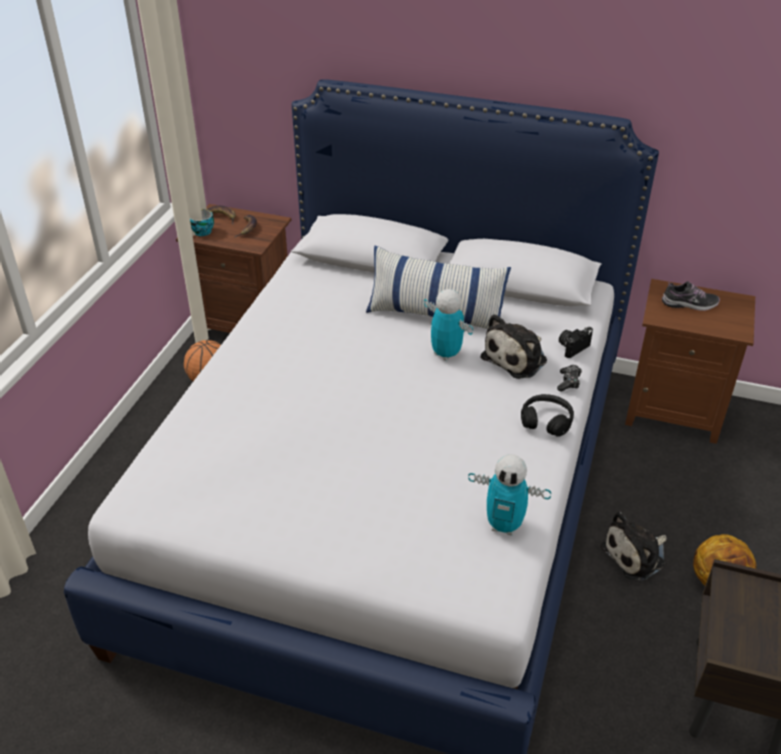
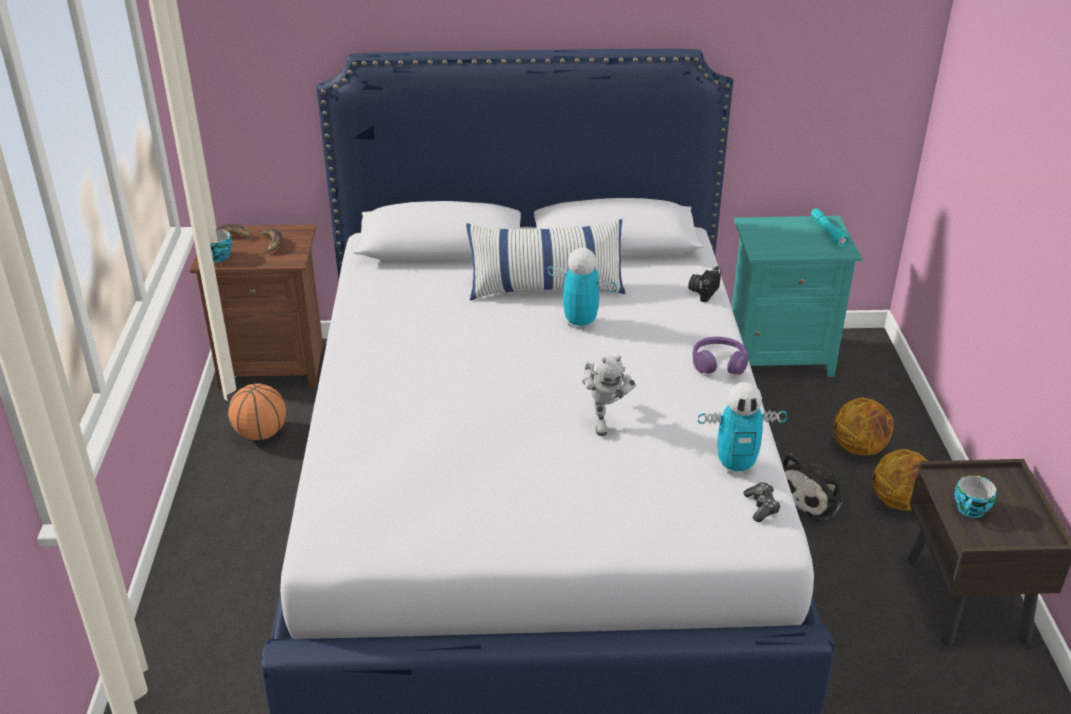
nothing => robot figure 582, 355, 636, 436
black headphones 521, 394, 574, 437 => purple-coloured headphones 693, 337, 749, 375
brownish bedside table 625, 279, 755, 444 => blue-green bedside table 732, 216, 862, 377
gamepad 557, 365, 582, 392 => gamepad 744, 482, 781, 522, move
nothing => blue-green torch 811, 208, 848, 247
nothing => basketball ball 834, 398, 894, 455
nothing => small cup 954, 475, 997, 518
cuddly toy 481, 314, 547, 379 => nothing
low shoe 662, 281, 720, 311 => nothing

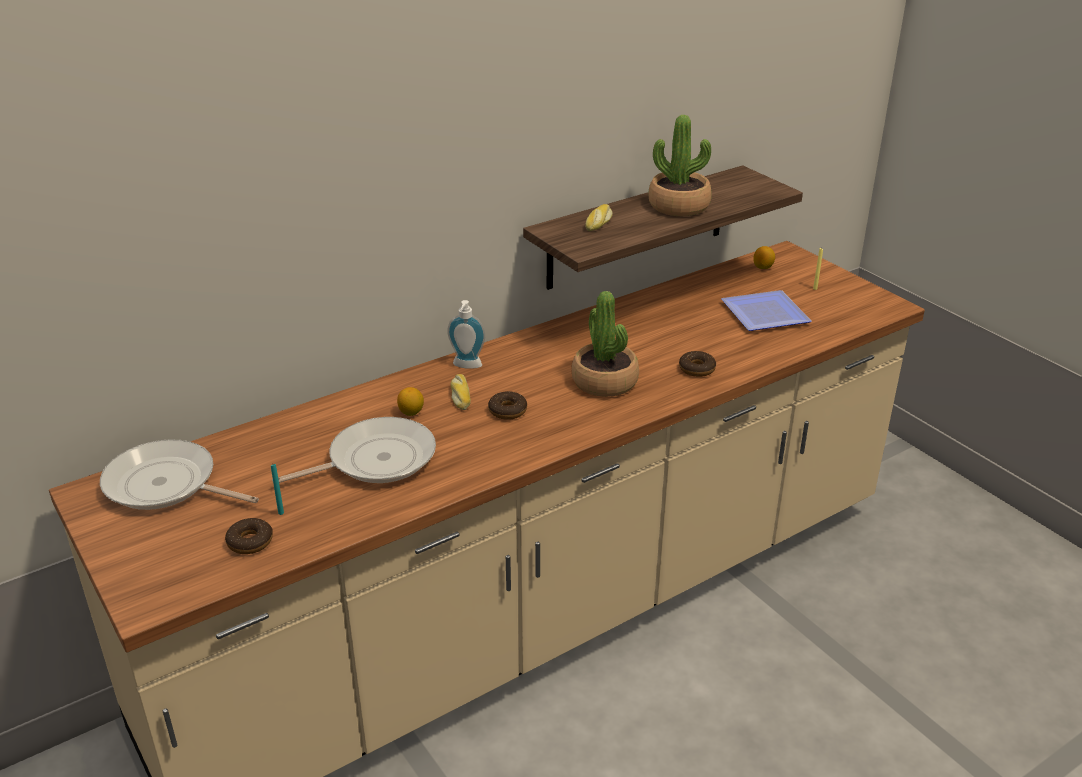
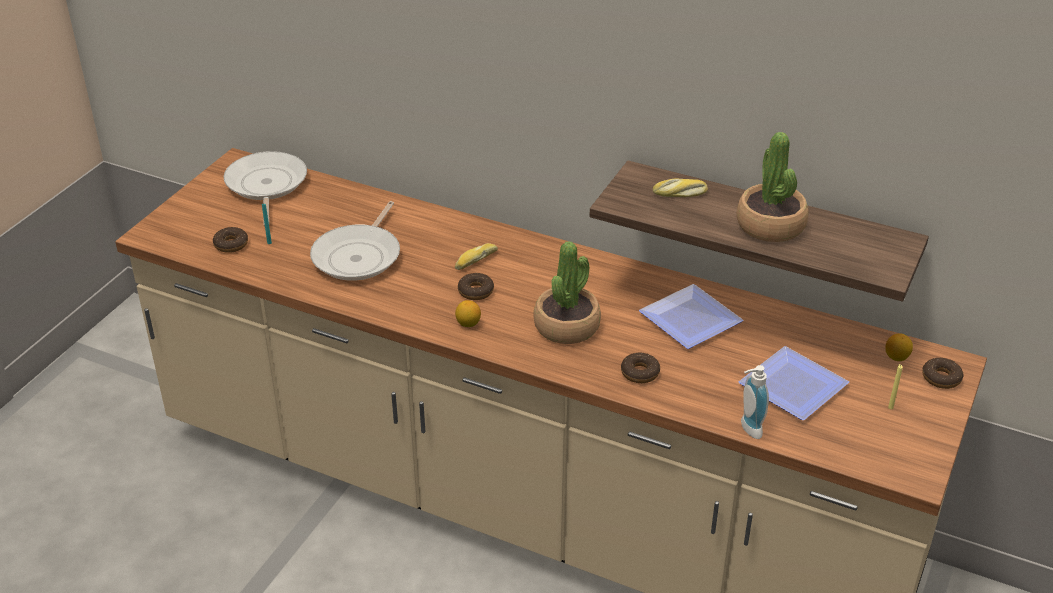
pan 272, 417, 436, 483 => pan 310, 201, 400, 281, 75 degrees clockwise
lemon 397, 387, 424, 416 => lemon 455, 300, 481, 327, move
nothing => dinner plate 639, 284, 743, 349
soap bottle 447, 300, 485, 369 => soap bottle 741, 365, 769, 439, move
nothing => doughnut 922, 358, 964, 389

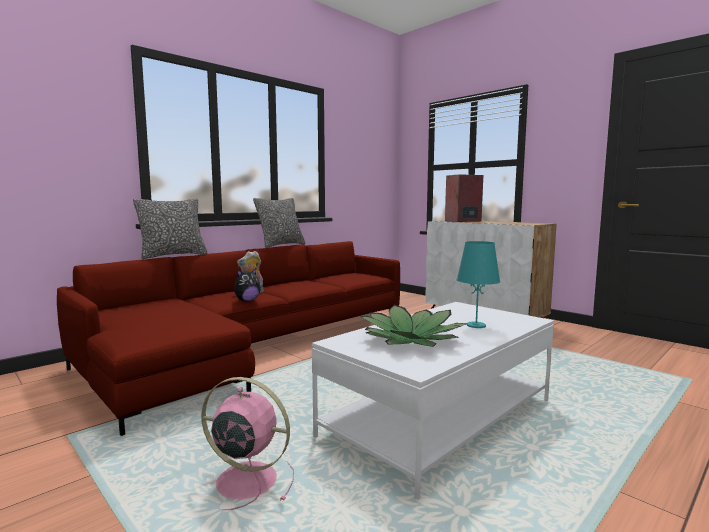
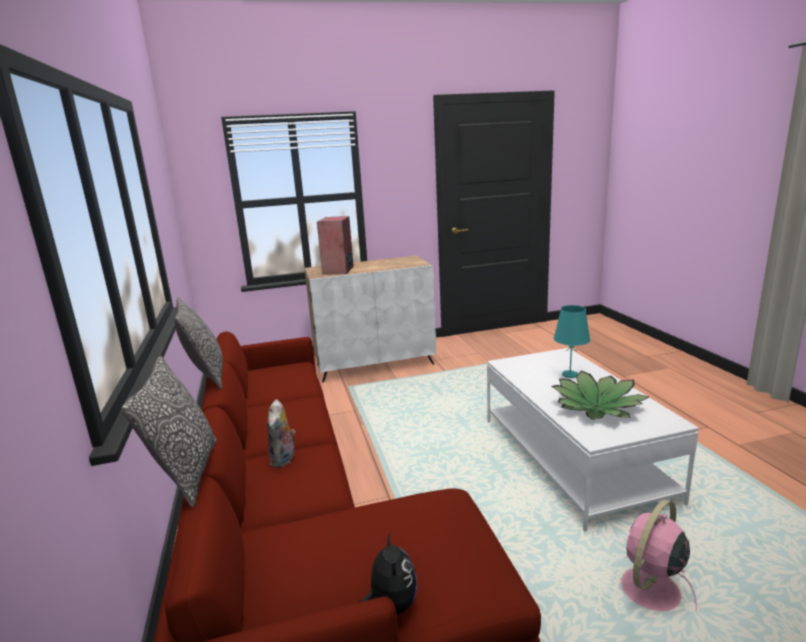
cuddly toy 234, 268, 261, 302 => cuddly toy 358, 533, 417, 614, move

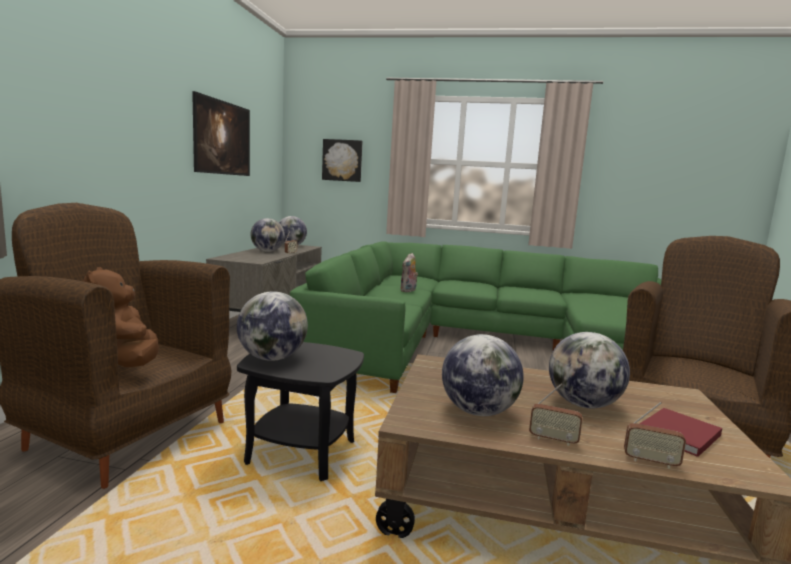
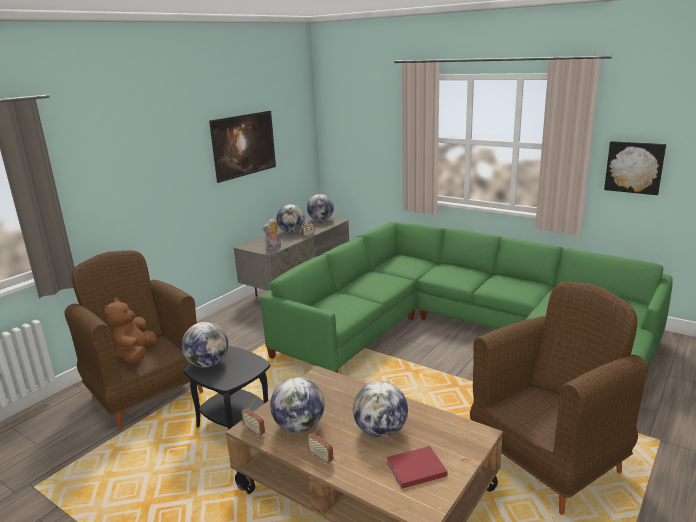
radio receiver 624, 402, 686, 469 => radio receiver 241, 400, 265, 436, move
cuddly toy 400, 253, 418, 292 => cuddly toy 262, 218, 281, 250, move
picture 322, 139, 362, 182 => picture 604, 141, 666, 195, move

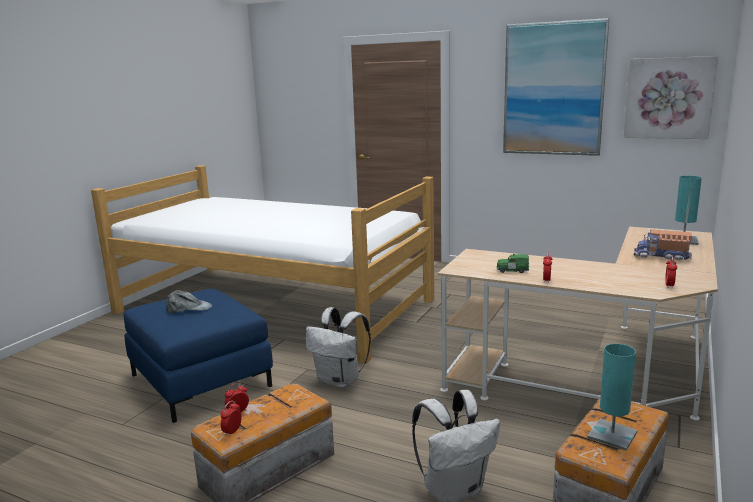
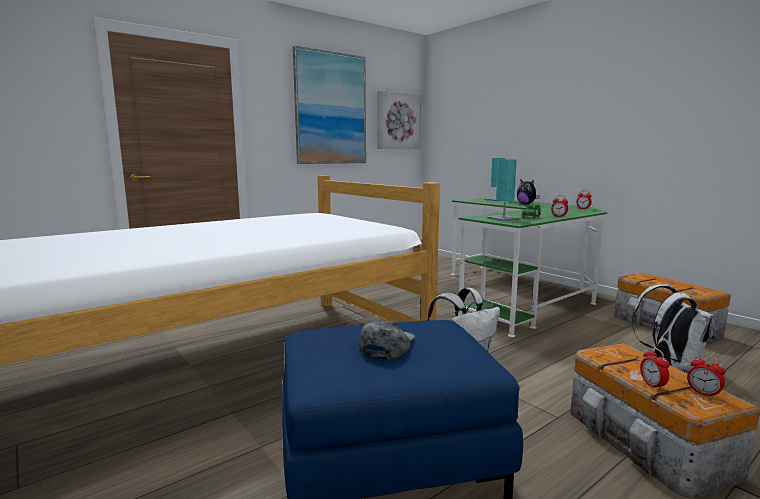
beige desk table 438, 227, 718, 421 => green-coloured desk table 451, 197, 607, 337
blue-green lamp for a table 588, 344, 638, 451 => blue-green lamp for a table 487, 159, 521, 221, move
model truck 634, 230, 692, 260 => cuddly toy 517, 180, 540, 204

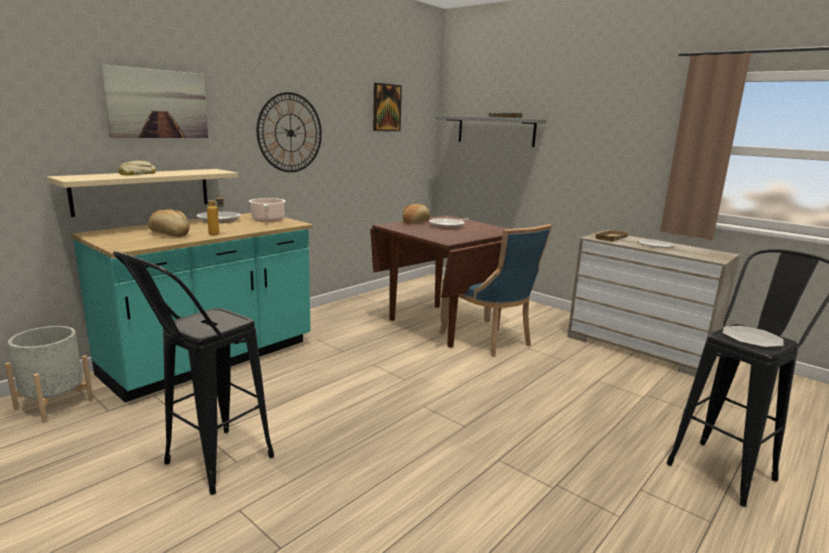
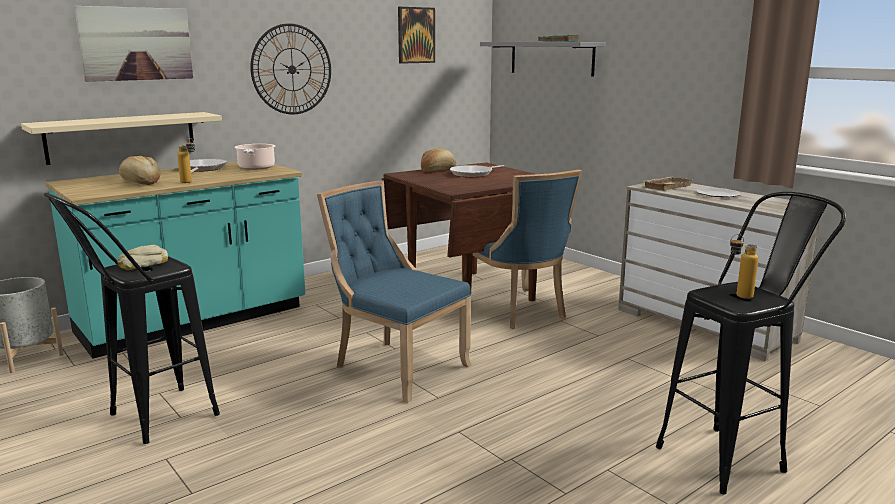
bakery bread 118, 161, 156, 175 => bakery bread 117, 245, 168, 270, move
nothing => blue chair 317, 181, 471, 403
dinner plate 723, 326, 784, 348 => drink bottle 730, 234, 759, 299

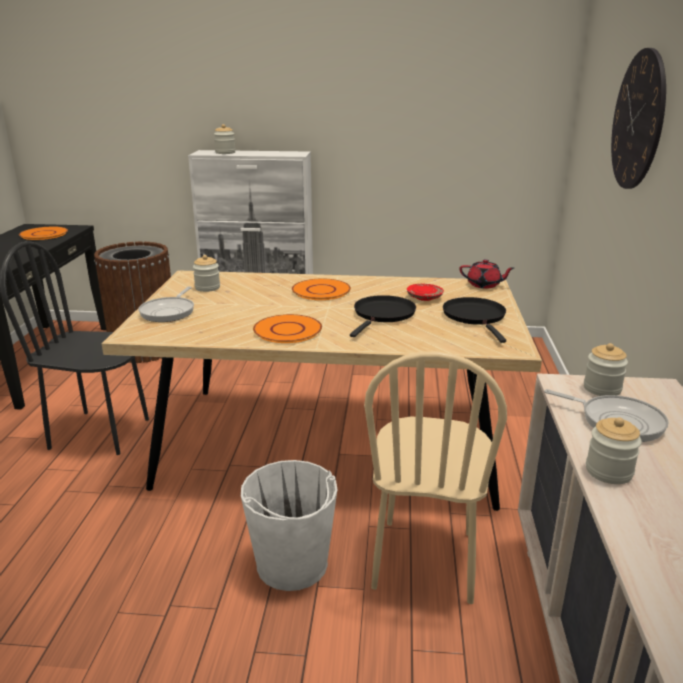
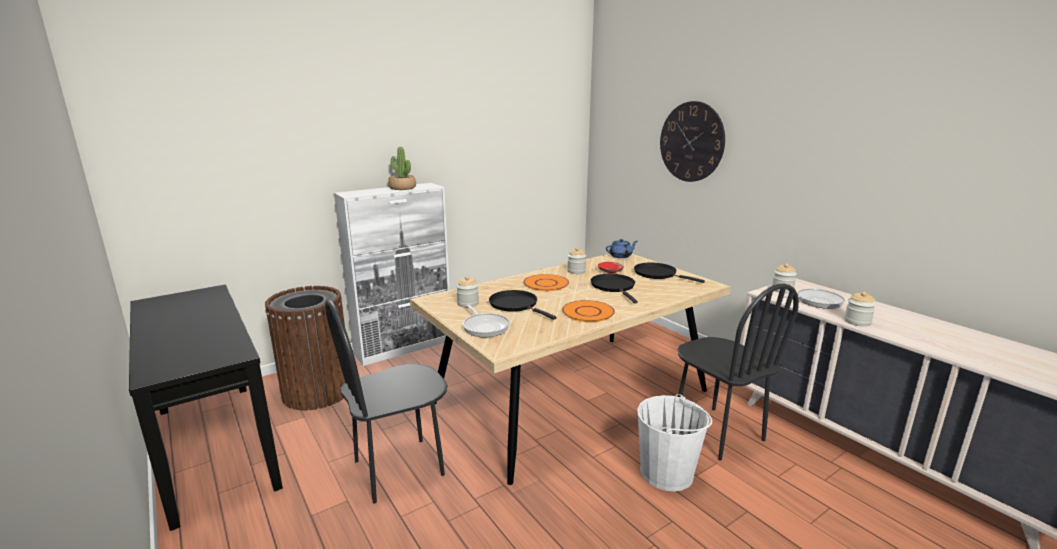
nothing => potted plant 388, 147, 416, 190
nothing => black pan 489, 290, 557, 320
jar 214, 124, 236, 154 => jar 567, 247, 586, 274, move
reddish teapot 460, 259, 515, 289 => blue teapot 606, 239, 638, 258
beige chair 364, 351, 507, 604 => black chair 677, 283, 799, 461
orange dinner plate 19, 227, 68, 240 => nothing

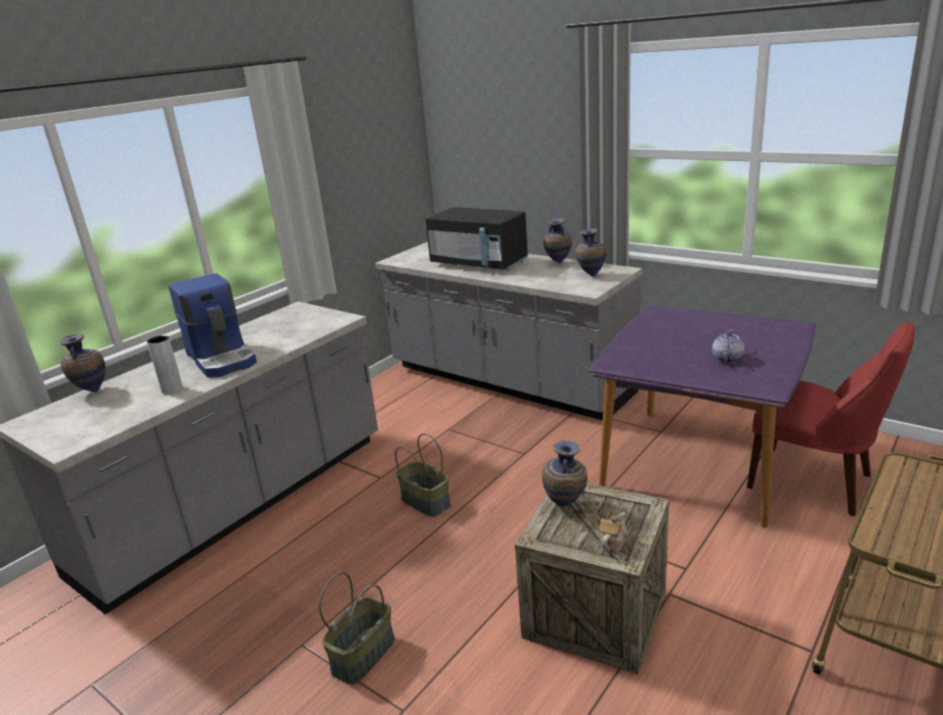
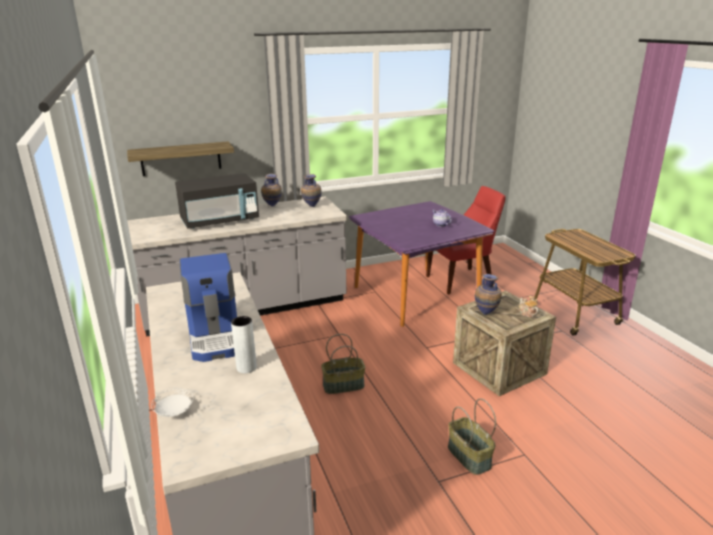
nothing => wall shelf 127, 141, 234, 176
vase 59, 334, 106, 392 => white-coloured dinner plate 151, 389, 193, 417
coffee brewer 168, 273, 257, 378 => coffee brewer 179, 253, 237, 362, 75 degrees clockwise

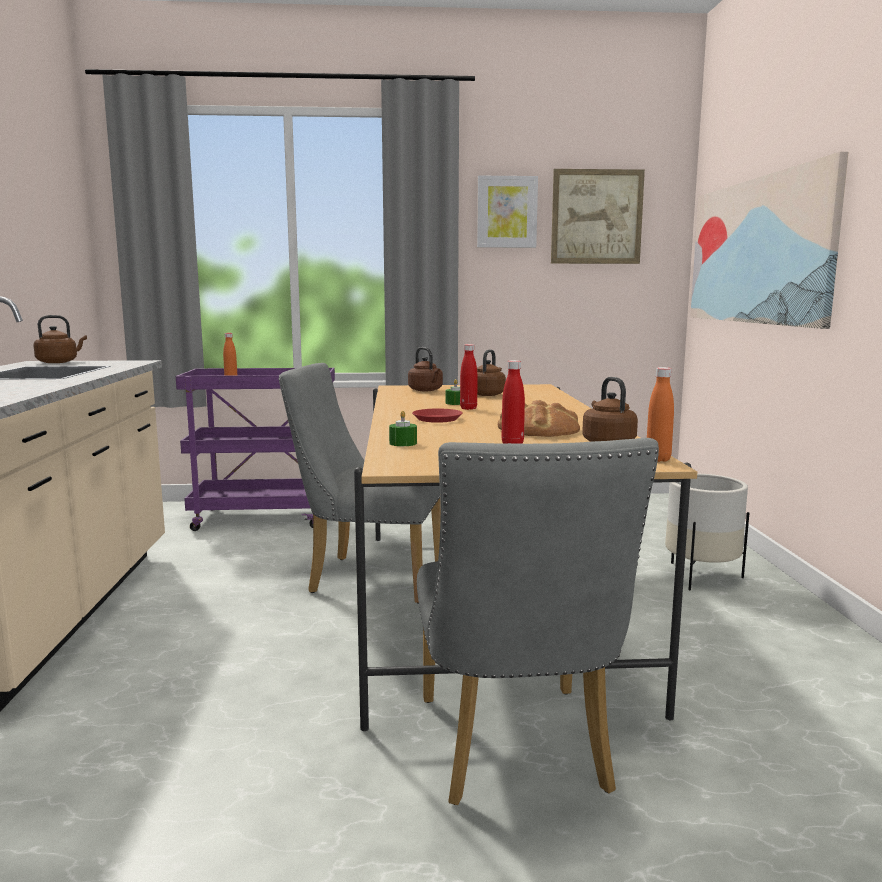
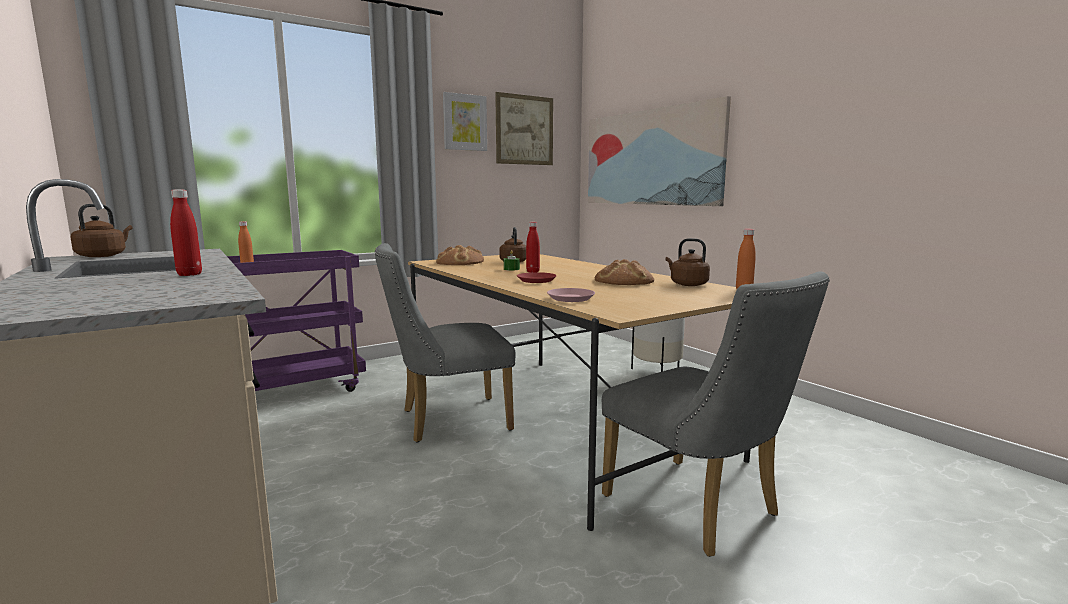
reddish drink bottle 501, 360, 525, 444 => reddish drink bottle 170, 190, 202, 276, move
brownish tea kettle 408, 347, 443, 391 => bakery bread 436, 245, 484, 265
green-coloured wax light 389, 411, 417, 446 => pinkish dinner plate 547, 288, 595, 302

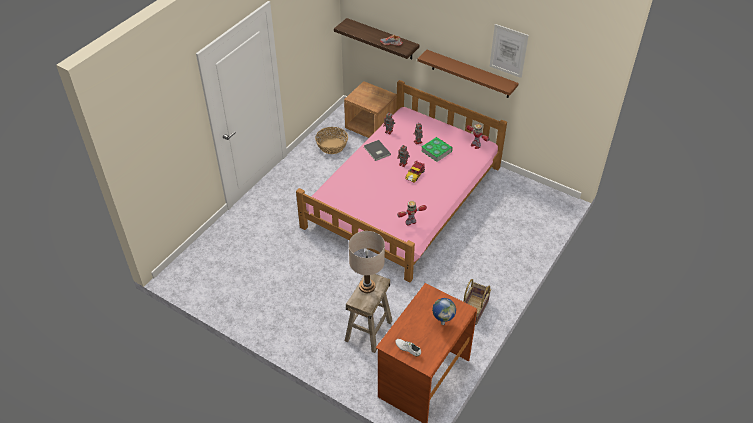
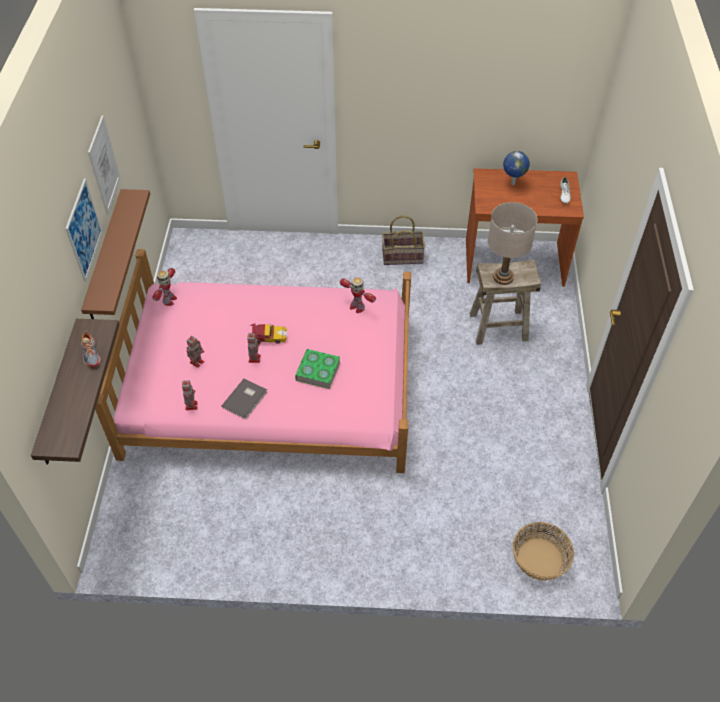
nothing => picture 65, 178, 102, 281
bound book 422, 137, 453, 162 => bound book 295, 349, 340, 389, move
household basket 315, 127, 348, 154 => household basket 512, 522, 574, 580, move
brownish bedside table 344, 81, 397, 138 => nothing

